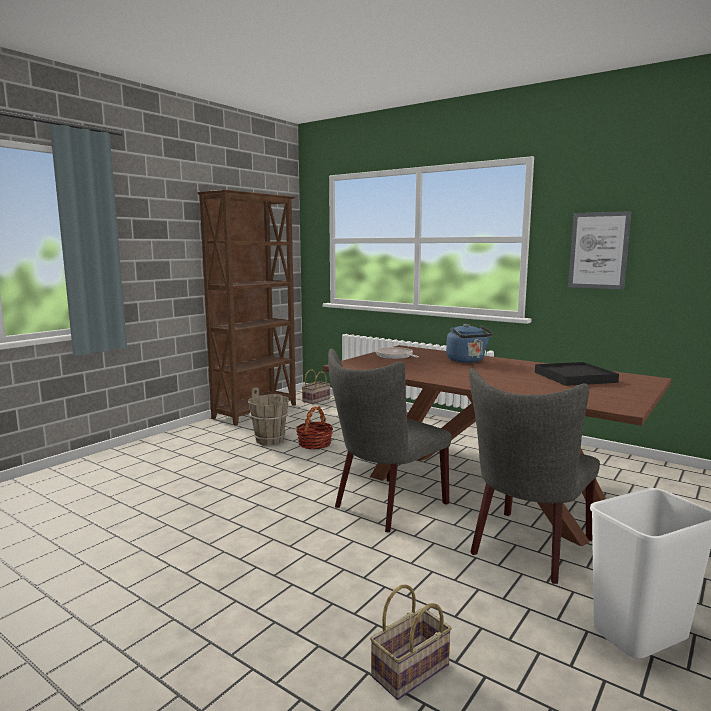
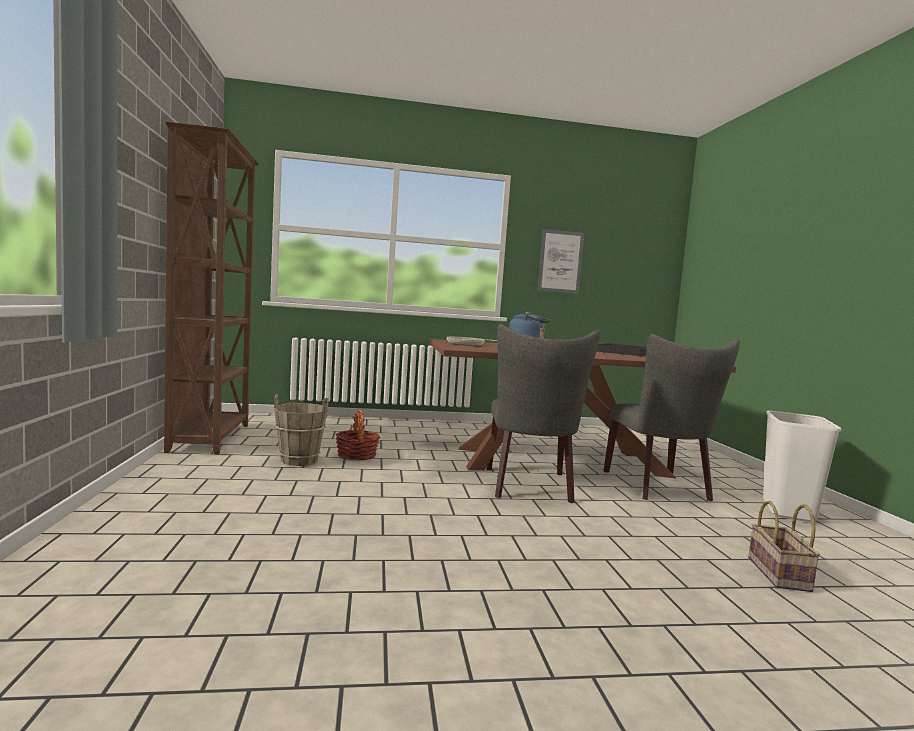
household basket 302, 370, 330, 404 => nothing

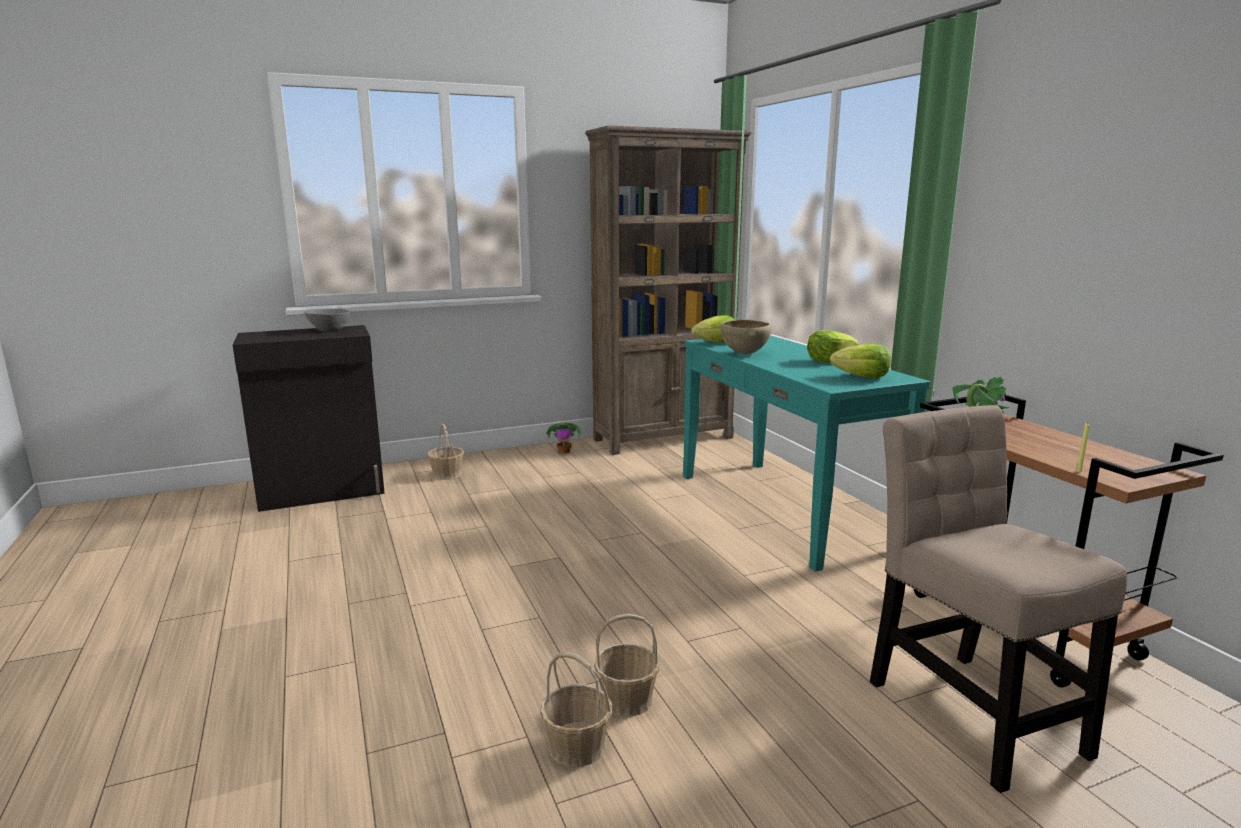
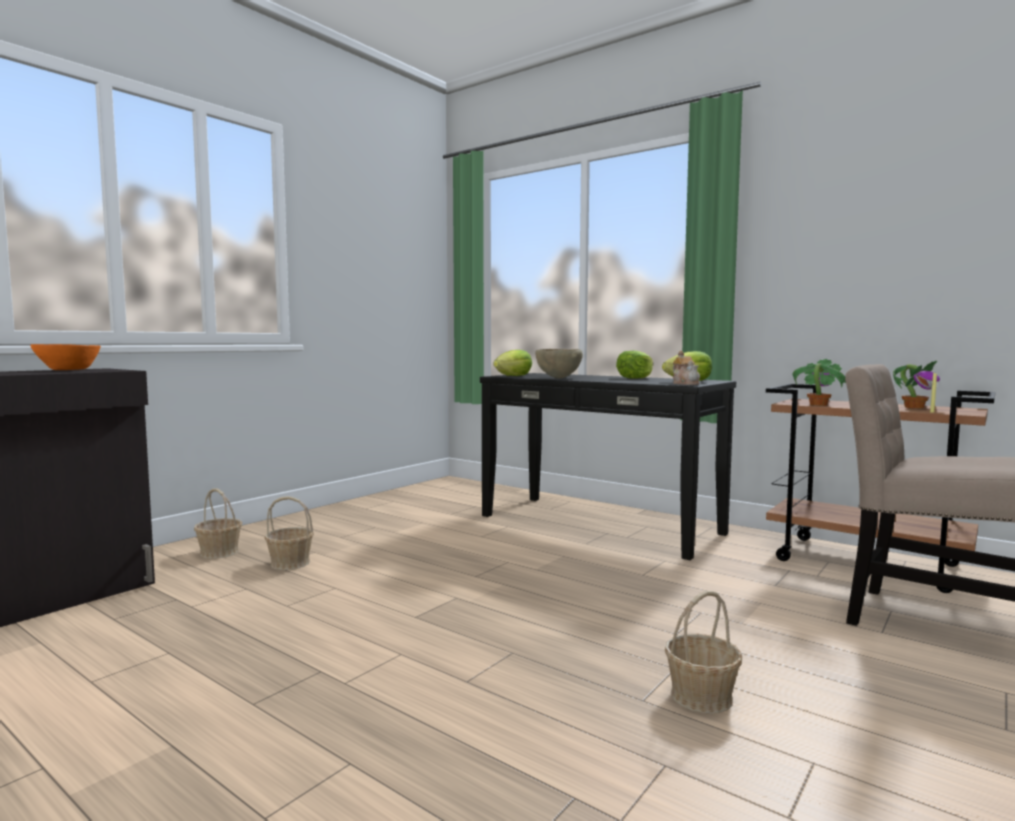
grey deep dish 304, 309, 351, 331 => orange deep dish 30, 344, 101, 370
household basket 540, 652, 612, 767 => household basket 264, 496, 314, 570, move
blue-green narrow table 683, 335, 930, 572 => black narrow table 480, 373, 736, 560
nothing => teapot 673, 350, 700, 385
potted plant 545, 422, 583, 454 => potted plant 893, 360, 940, 409, move
brownish bookshelf 585, 126, 752, 455 => nothing

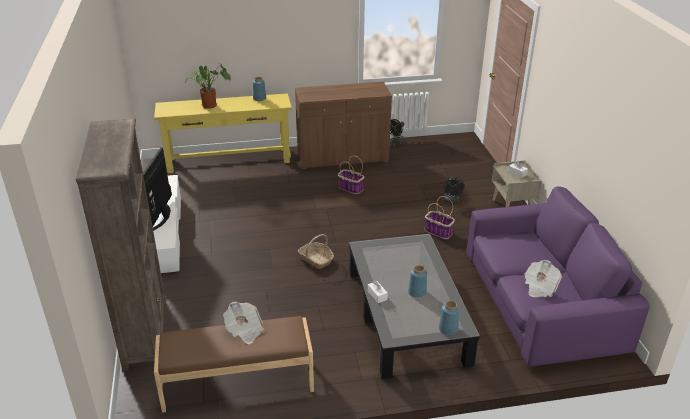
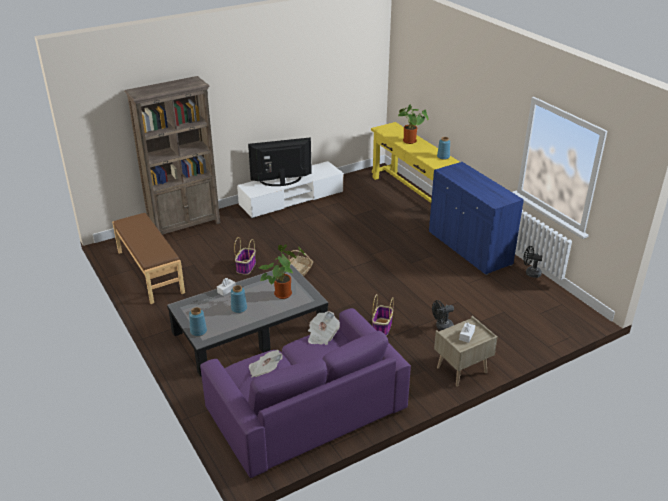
household basket 338, 156, 364, 194 => household basket 234, 237, 256, 275, move
nothing => potted plant 259, 244, 305, 299
daily paper 223, 301, 264, 344 => daily paper 308, 311, 340, 345, move
brownish cupboard 295, 82, 392, 169 => blue cupboard 429, 162, 524, 275

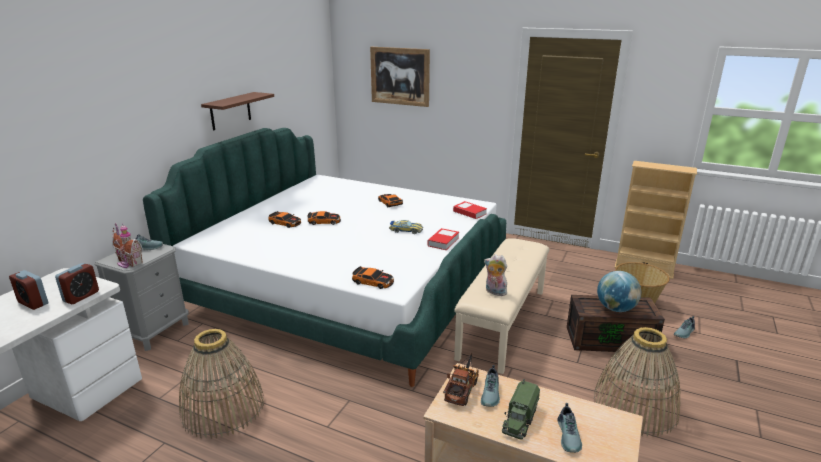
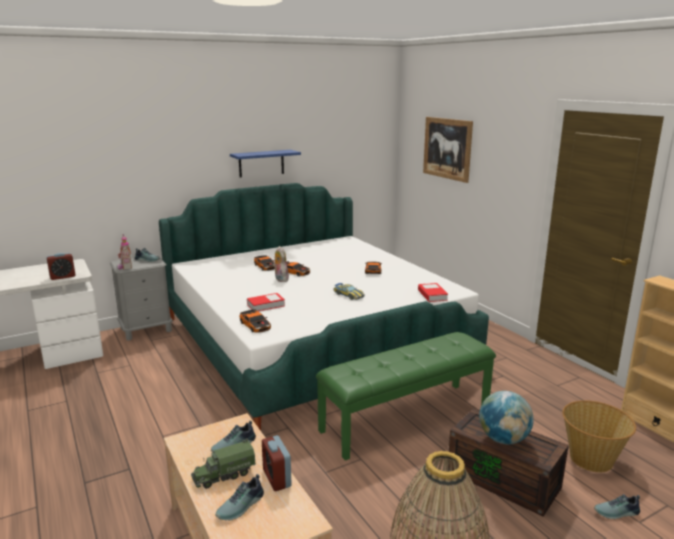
brownish wall shelf 201, 92, 274, 130 => blue wall shelf 230, 150, 301, 178
bound book 428, 228, 459, 250 => bound book 247, 293, 285, 311, move
bedside clock 9, 270, 48, 310 => bedside clock 262, 435, 291, 491, move
cuddly toy 484, 254, 507, 296 => cuddly toy 273, 246, 289, 282, move
beige long seat 454, 238, 550, 374 => green-coloured long seat 316, 332, 496, 460
household basket 179, 329, 264, 439 => nothing
model truck 443, 352, 479, 406 => nothing

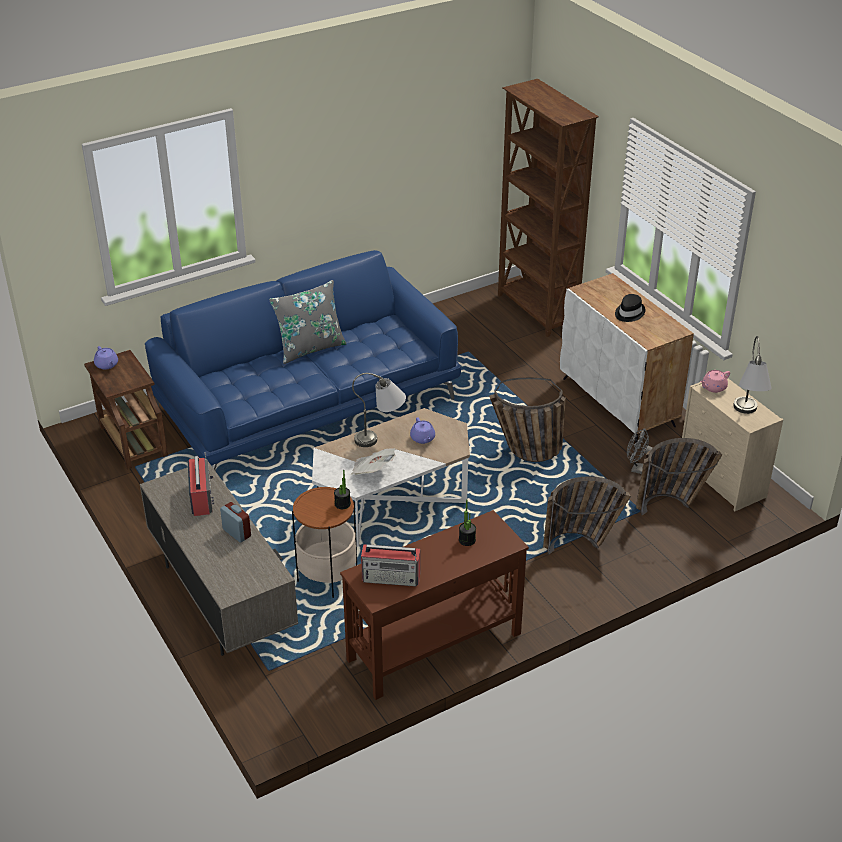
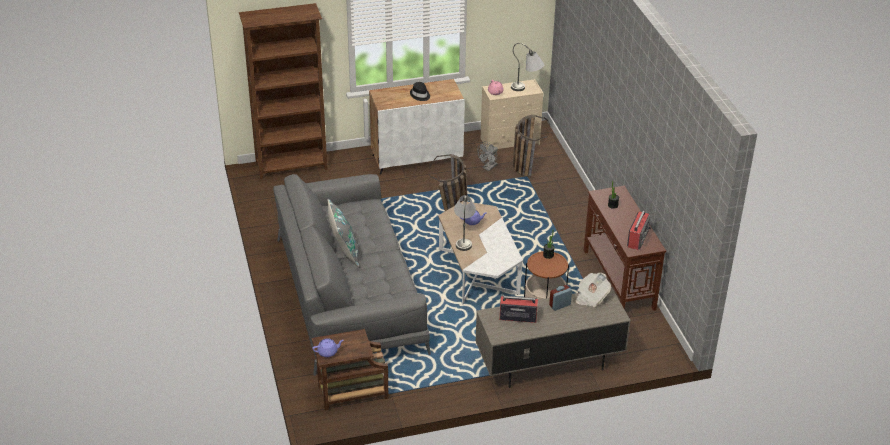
blue settee 145, 250, 461, 470 => grey settee 273, 174, 431, 376
daily paper 351, 448, 395, 475 => daily paper 576, 273, 611, 307, move
household basket 543, 476, 631, 554 => nothing

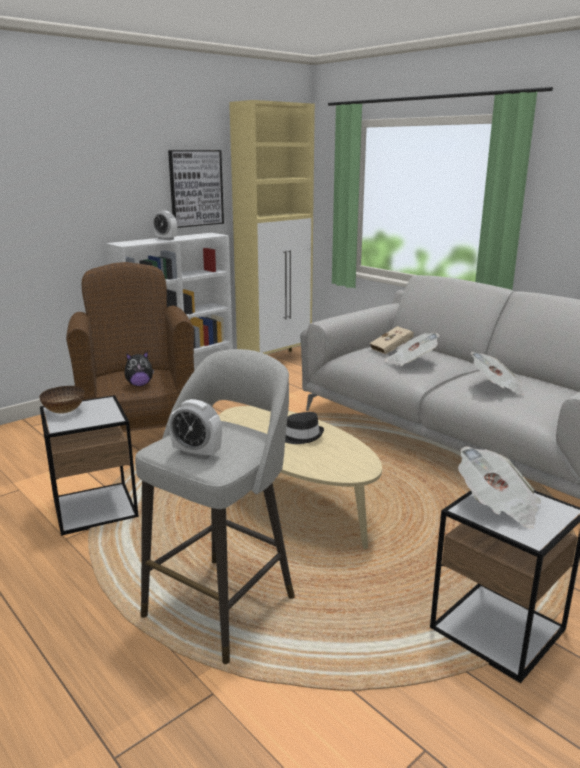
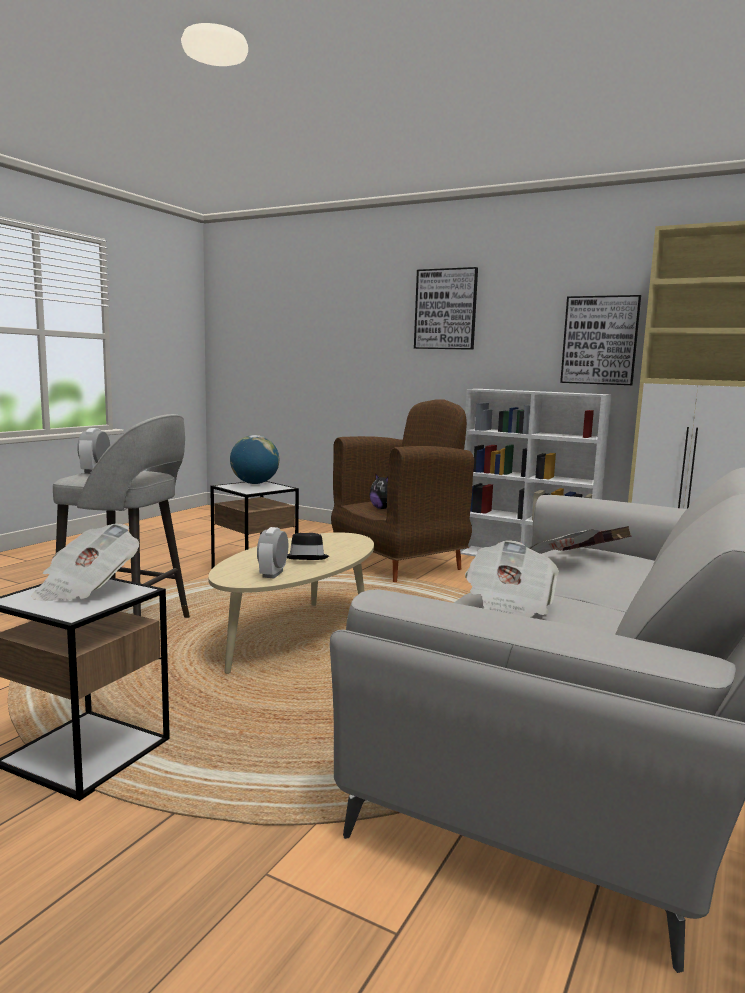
deep dish 39, 386, 84, 414 => world globe 230, 435, 279, 484
bedside clock 153, 211, 177, 240 => bedside clock 257, 527, 288, 578, move
nothing => picture 414, 267, 478, 350
beige bound book 370, 326, 414, 354 => reddish bound book 562, 526, 631, 551

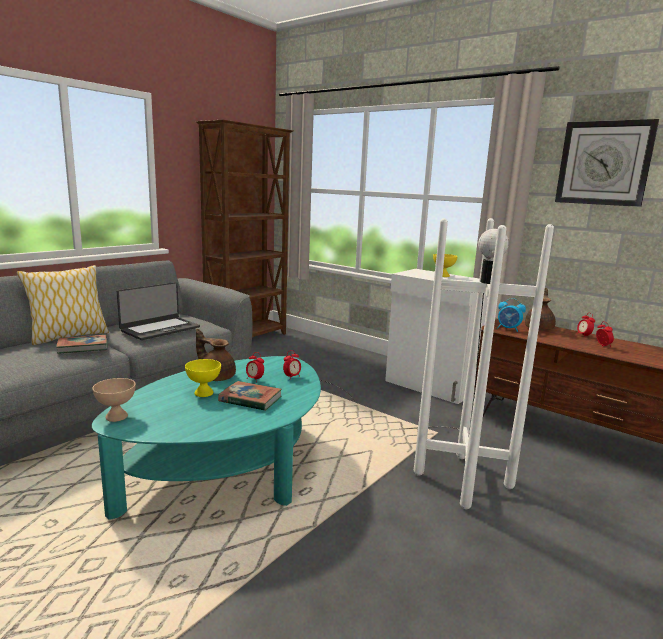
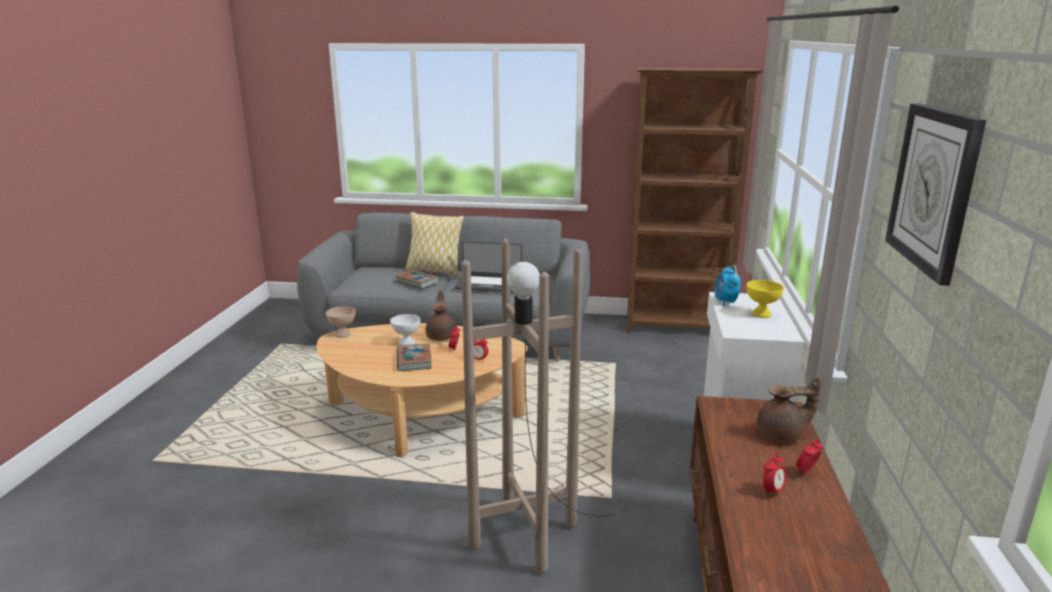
blue-green low table 92, 356, 321, 520 => beige low table 316, 323, 528, 457
yellowish deep dish 185, 359, 221, 397 => white-coloured deep dish 390, 314, 420, 346
white-coloured floor lamp 320, 218, 554, 509 => brownish floor lamp 461, 239, 639, 573
bedside clock 497, 298, 526, 332 => bedside clock 714, 265, 741, 307, move

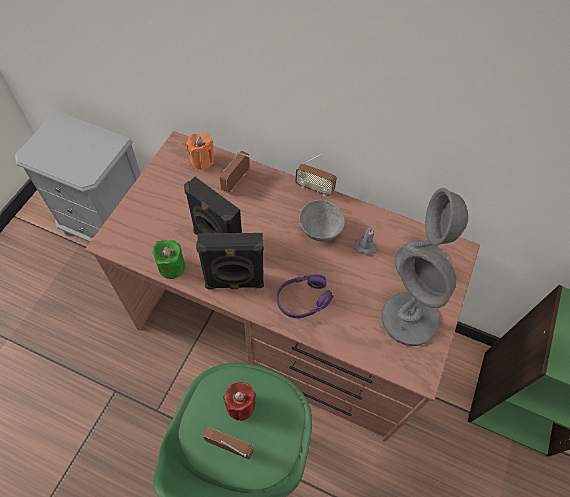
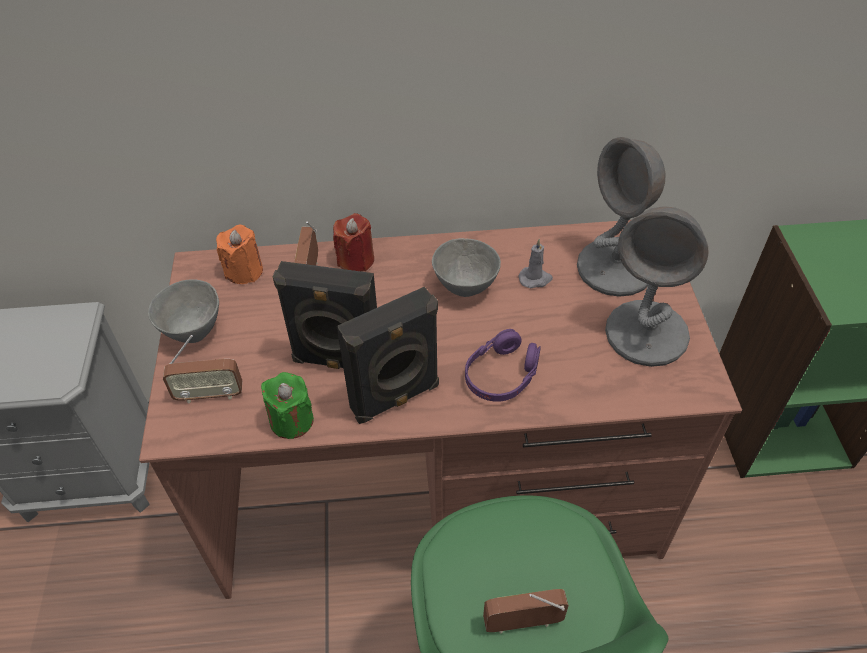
nothing => grey deep dish 148, 279, 219, 343
radio receiver 295, 154, 337, 196 => radio receiver 163, 335, 242, 404, move
reddish wax light 223, 382, 256, 421 => reddish wax light 333, 213, 374, 271, move

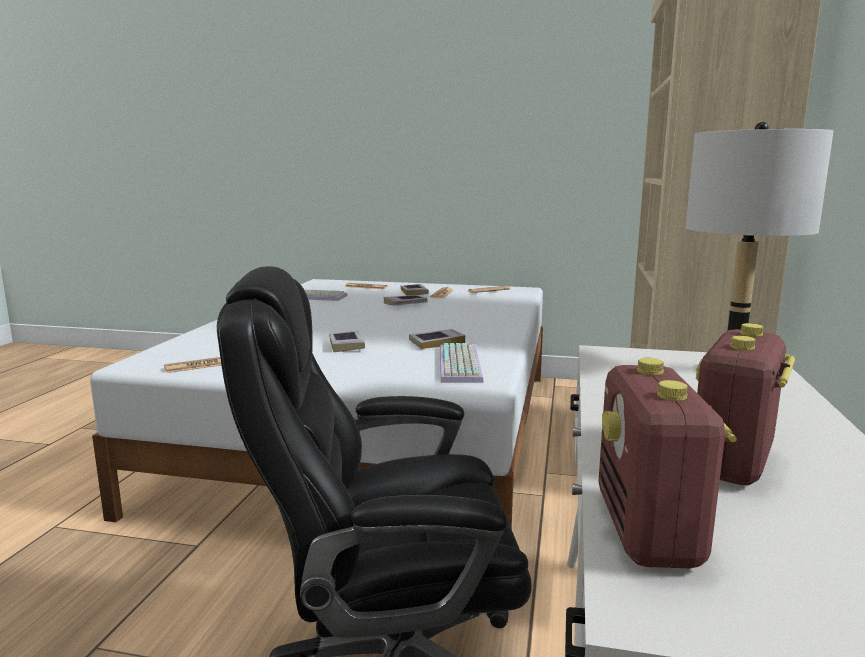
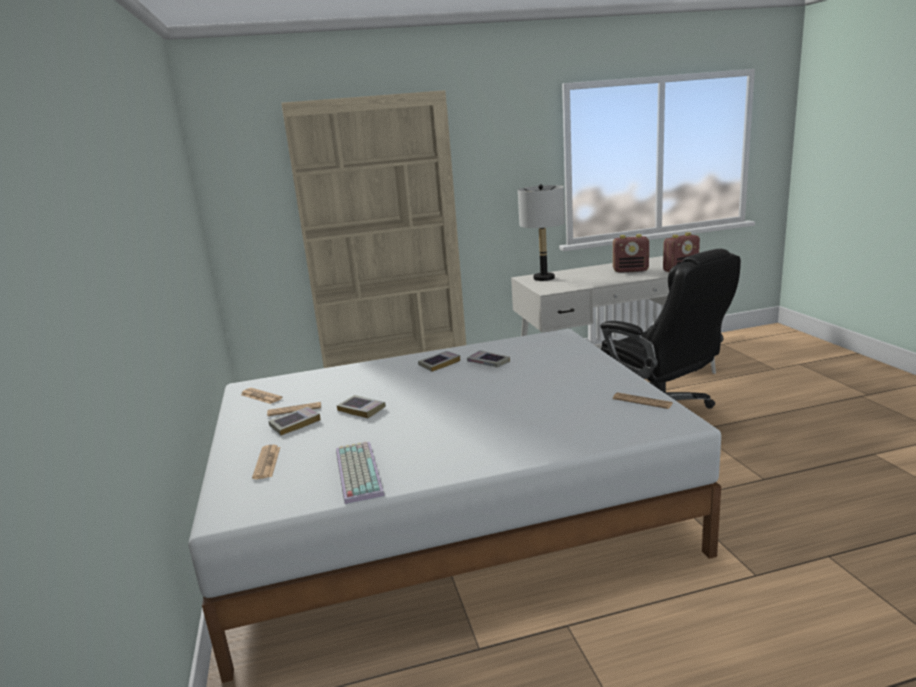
bound book 329, 331, 365, 352 => bound book 418, 351, 460, 372, move
computer keyboard 440, 343, 484, 383 => nothing

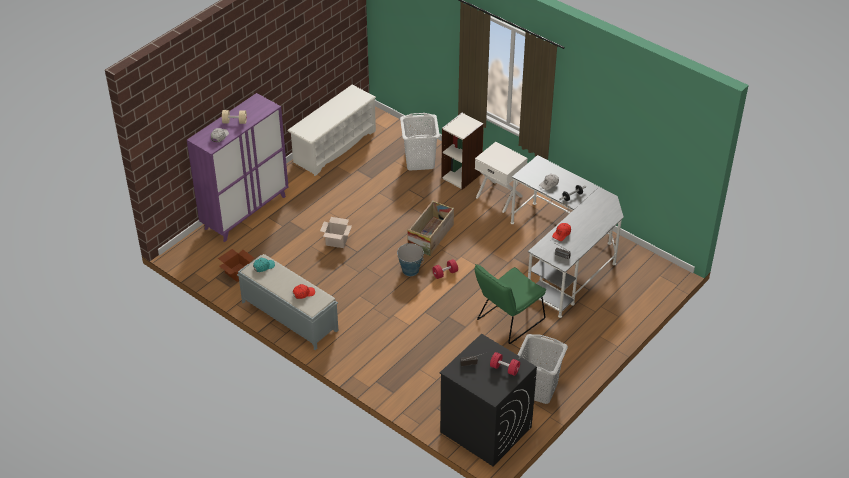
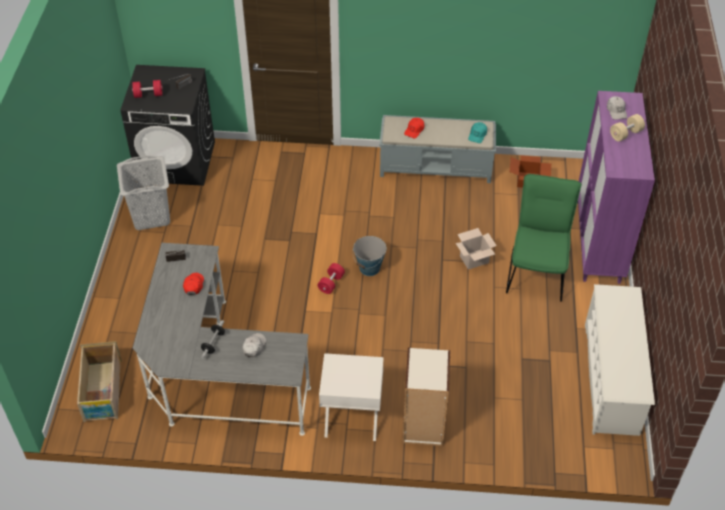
crate 407, 200, 454, 256 => crate 77, 341, 122, 422, move
green-coloured chair 475, 264, 546, 344 => green-coloured chair 506, 174, 582, 302, move
white-coloured laundry basket 400, 113, 440, 171 => nothing

